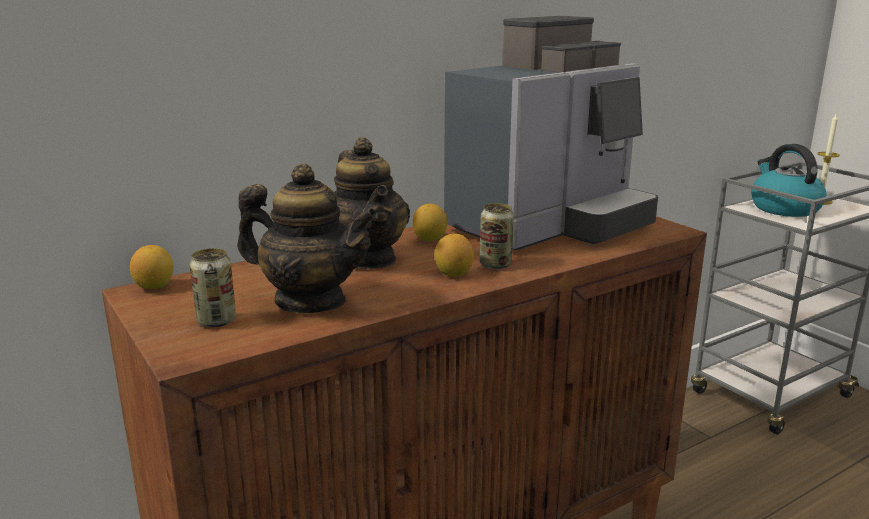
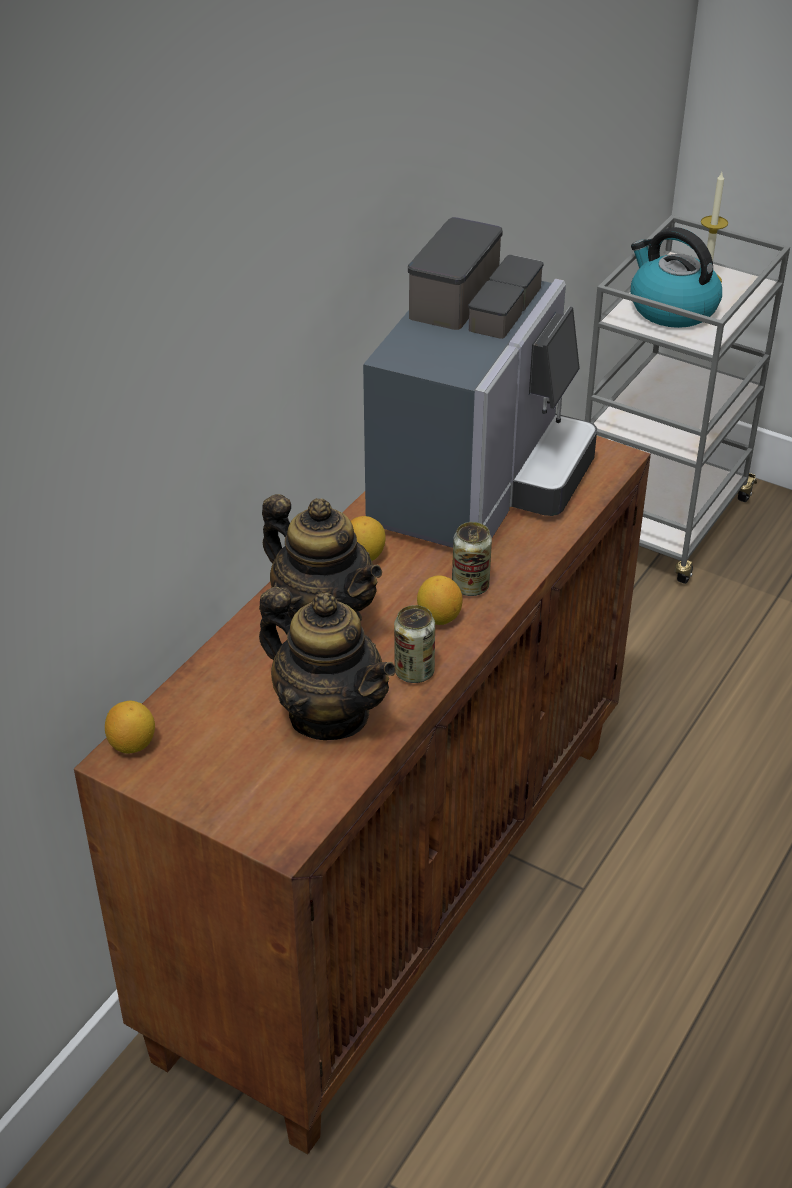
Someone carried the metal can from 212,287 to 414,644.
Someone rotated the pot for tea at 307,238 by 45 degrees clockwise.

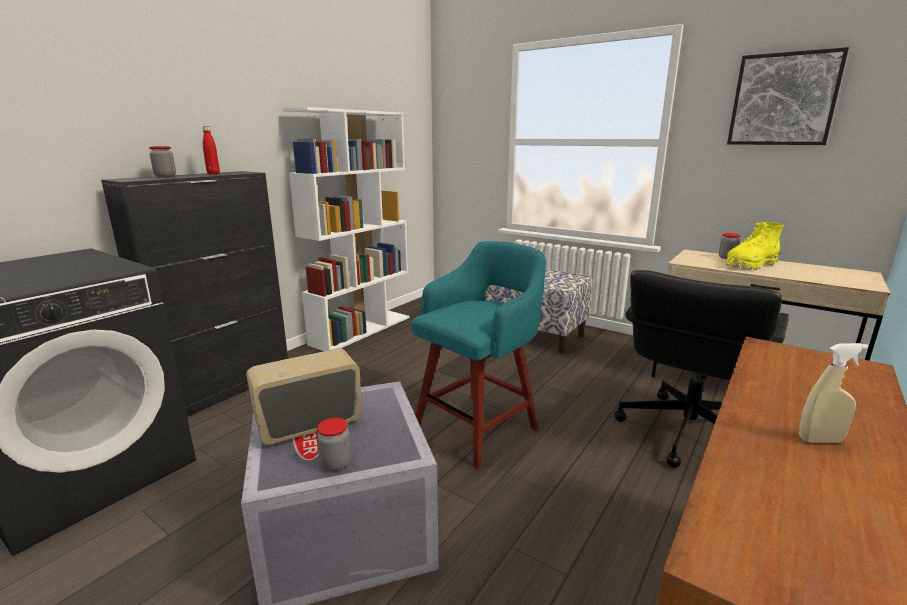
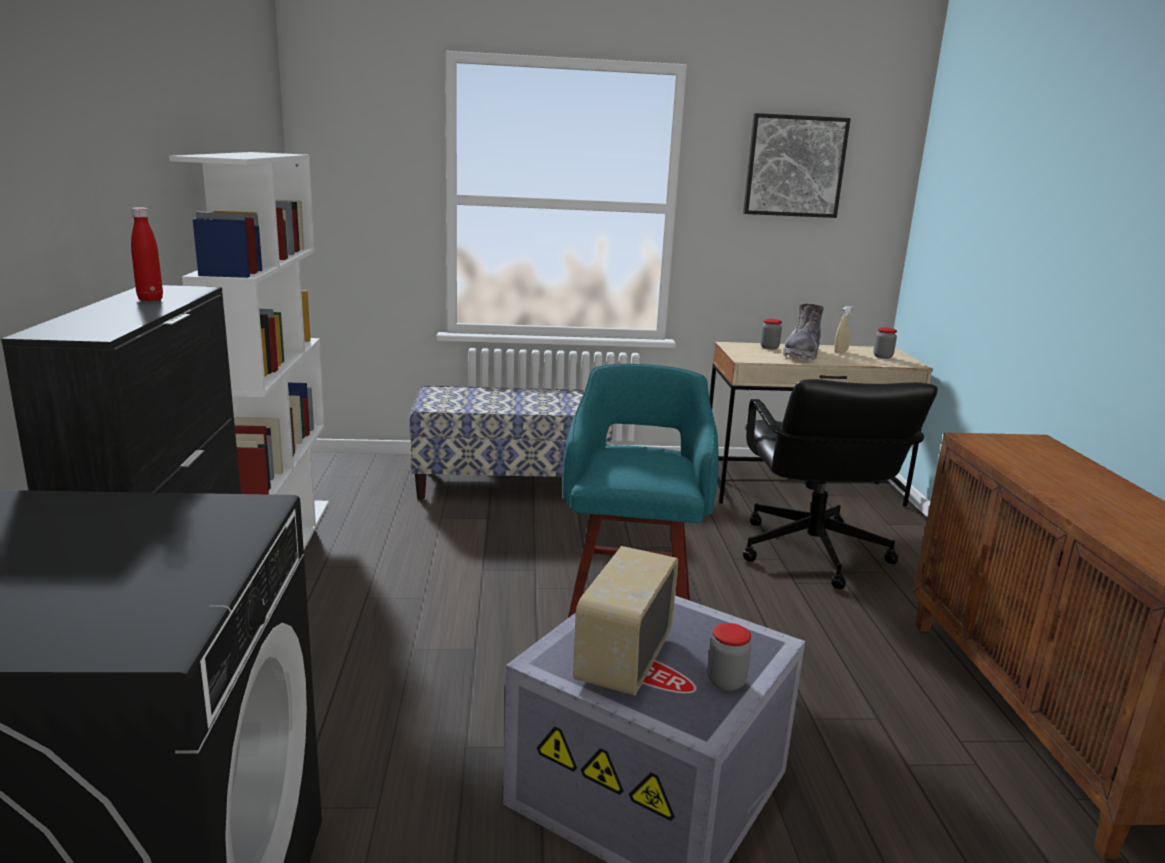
Someone carried the jar from 162,161 to 885,343.
Someone carried the sand-coloured spray bottle from 833,393 to 843,329.
Someone repainted the yellow tall boot at 754,246, which became the gray tall boot at 803,332.

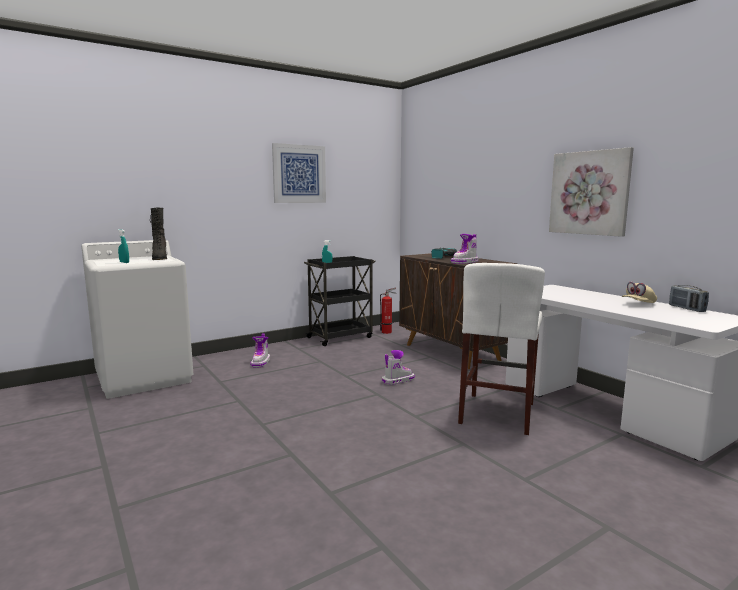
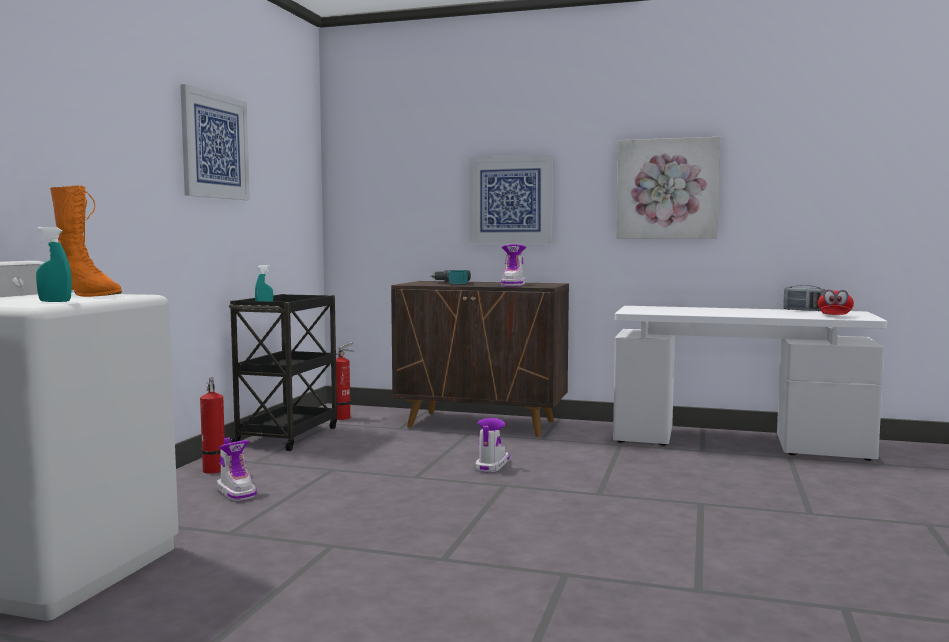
Someone took away the white stool seat at 501,349.
Someone took away the sand-coloured peaked cap at 639,292.
Someone put down the extinguisher at 212,425.
Someone put up the picture at 510,199.
Someone put down the reddish peaked cap at 836,302.
Someone repainted the blackish tall boot at 158,233, which became the orangey tall boot at 86,241.

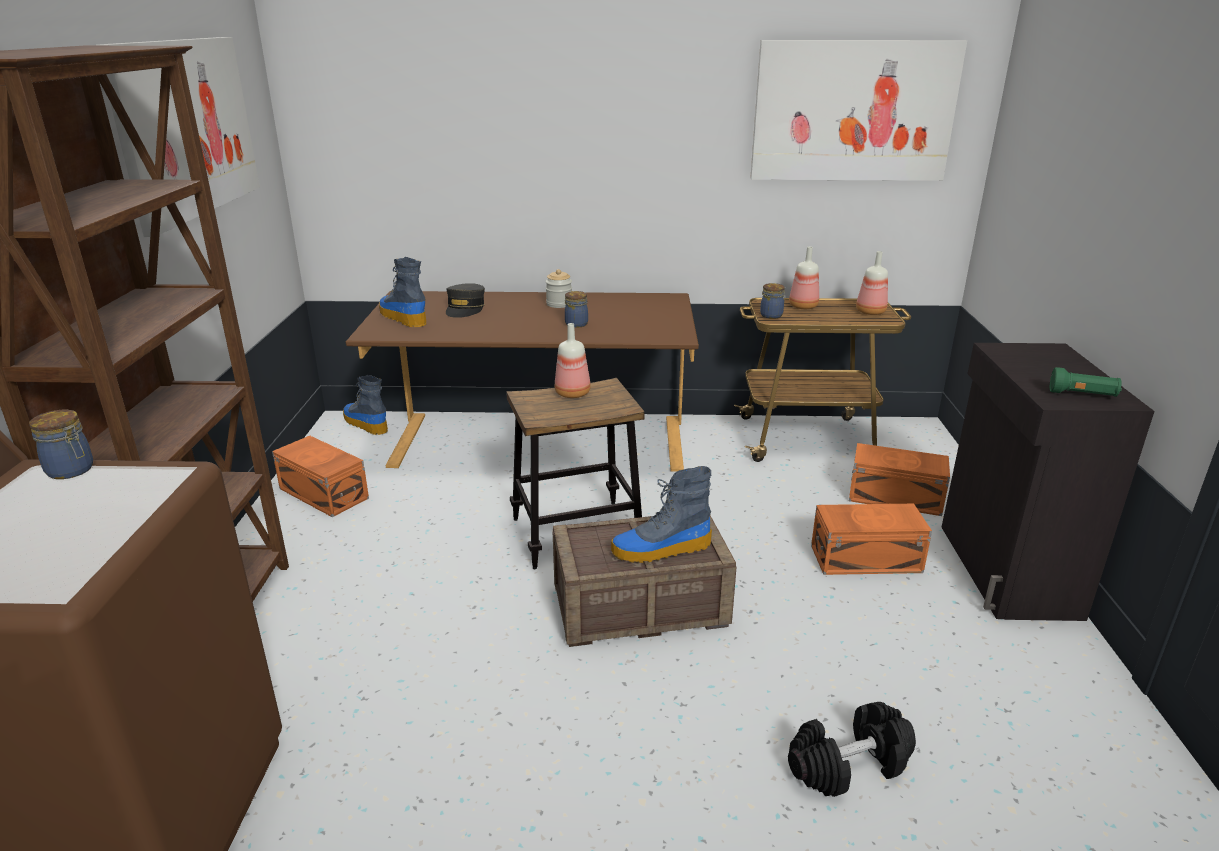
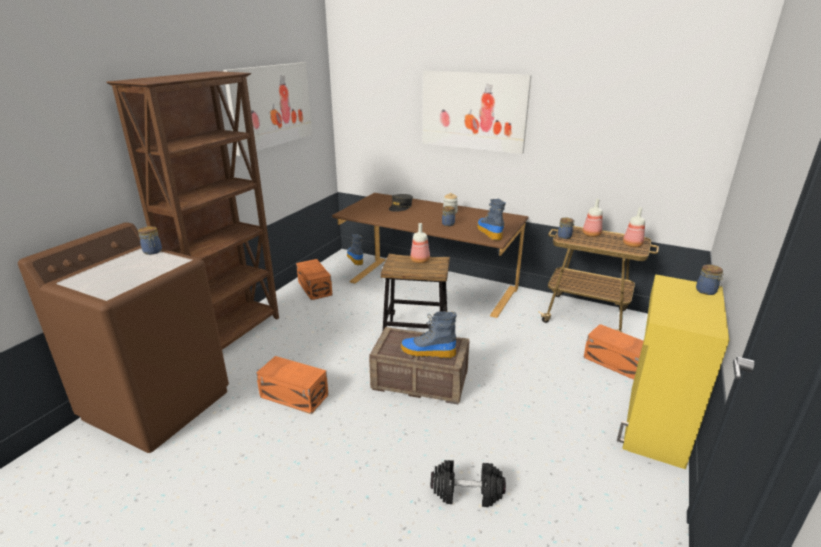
Someone took away the green flashlight at 1086,382.
Someone put down the jar at 710,279.
Someone carried the tall boot from 402,292 to 491,220.
Someone carried the picture from 858,110 to 477,112.
Someone carried the orangey storage container from 871,539 to 292,385.
Someone repainted the blackish storage cabinet at 1048,482, which became the yellow storage cabinet at 673,371.

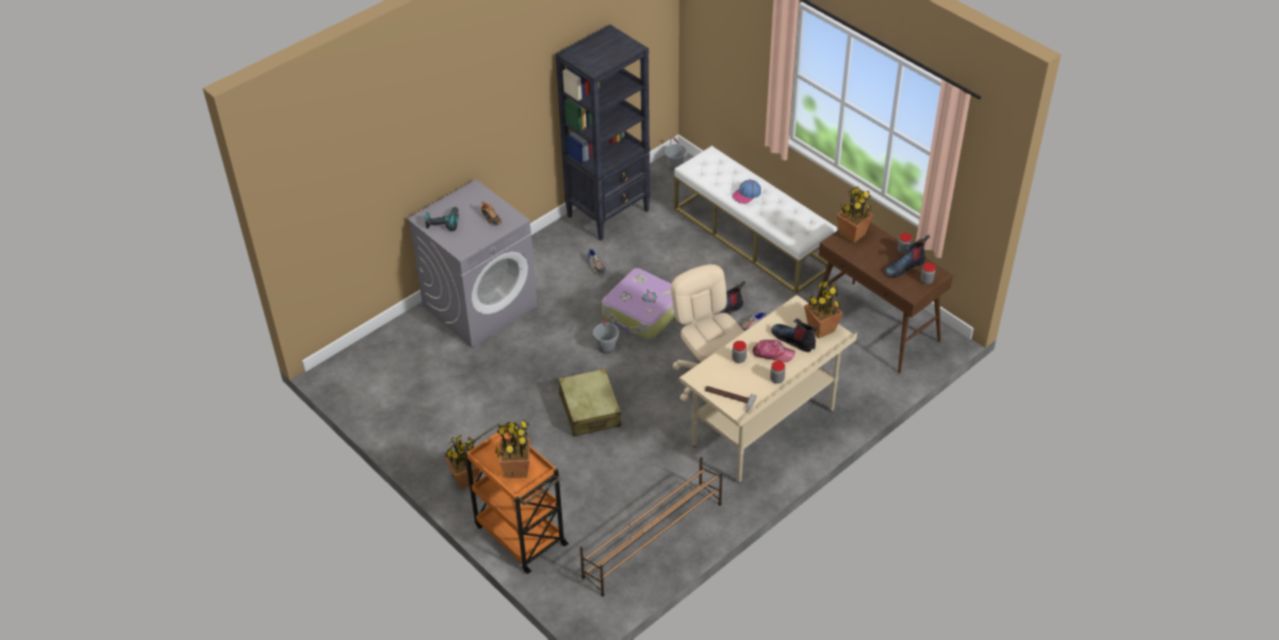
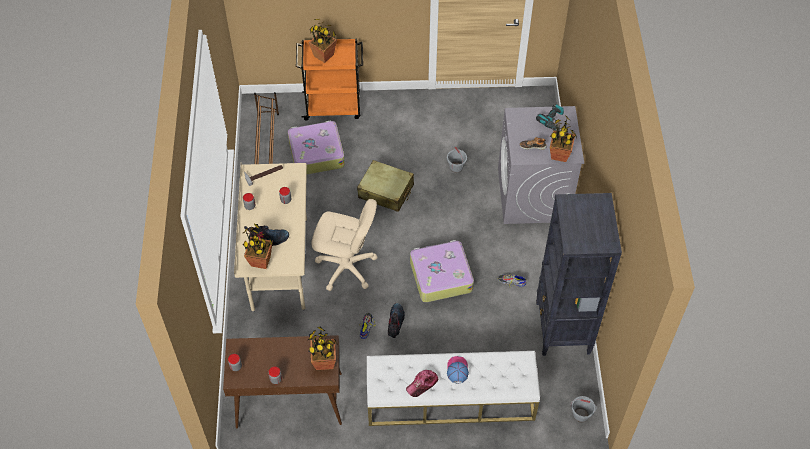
Someone took away the tall boot at 907,256.
Someone put down the suitcase at 316,147.
Someone carried the houseplant from 462,462 to 563,139.
Someone carried the gray water bucket from 606,334 to 457,159.
Someone carried the peaked cap from 774,351 to 422,383.

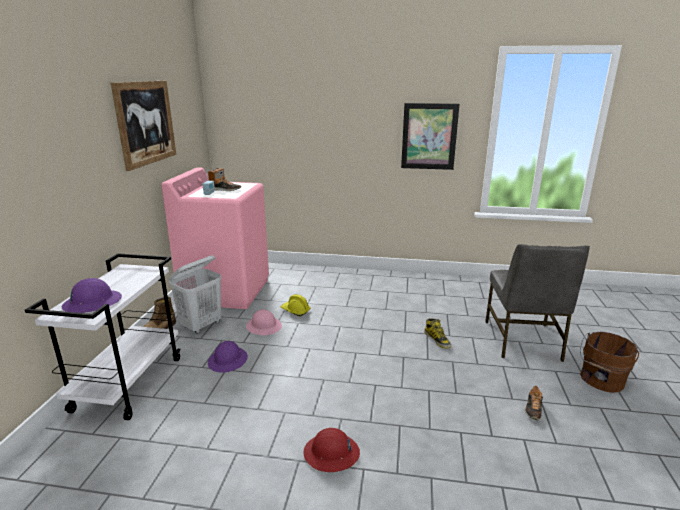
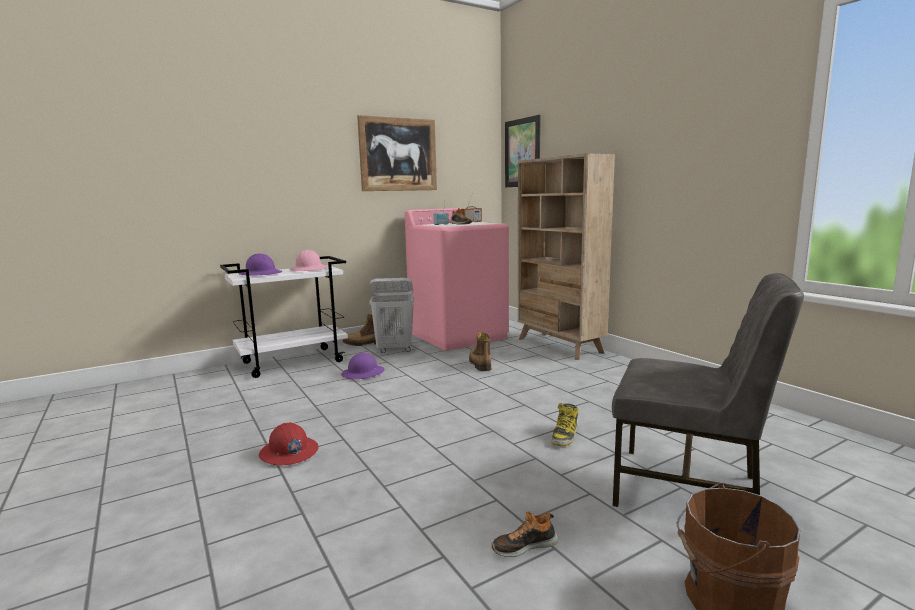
Someone put down the sand-coloured bookcase at 566,256.
Someone carried the pink-coloured safety helmet from 264,322 to 309,260.
Someone carried the picture from 430,136 to 523,151.
Someone swapped the yellow safety helmet at 296,305 for the tall boot at 480,351.
Someone rotated the gray plain chair at 537,303 by 120 degrees counterclockwise.

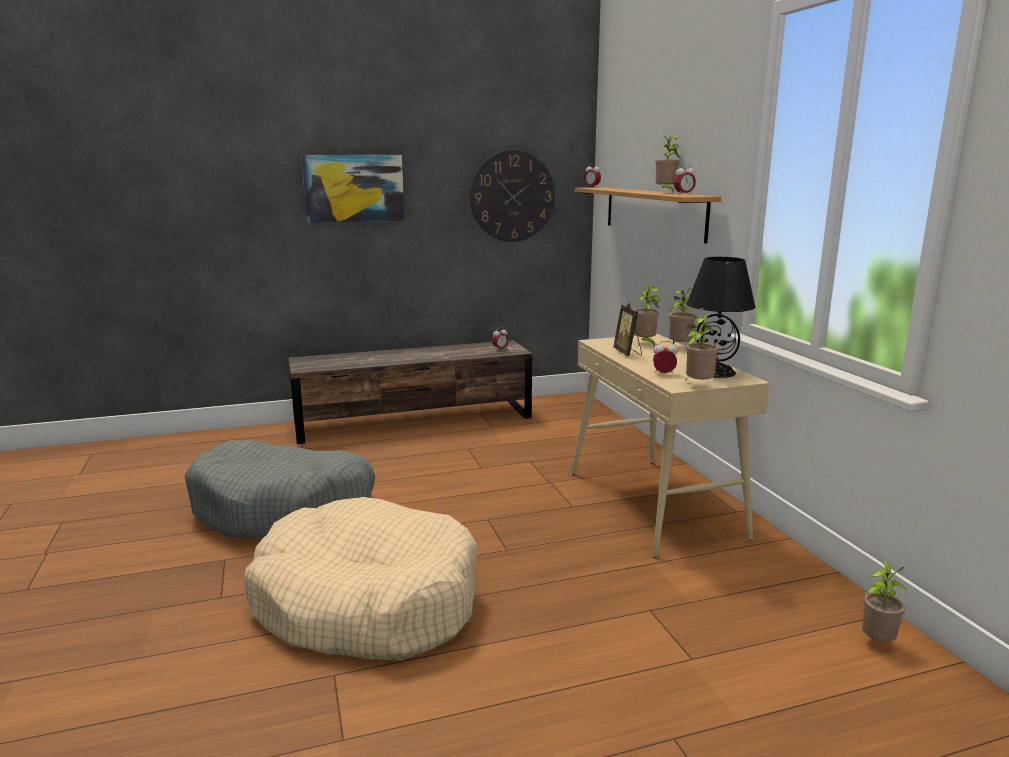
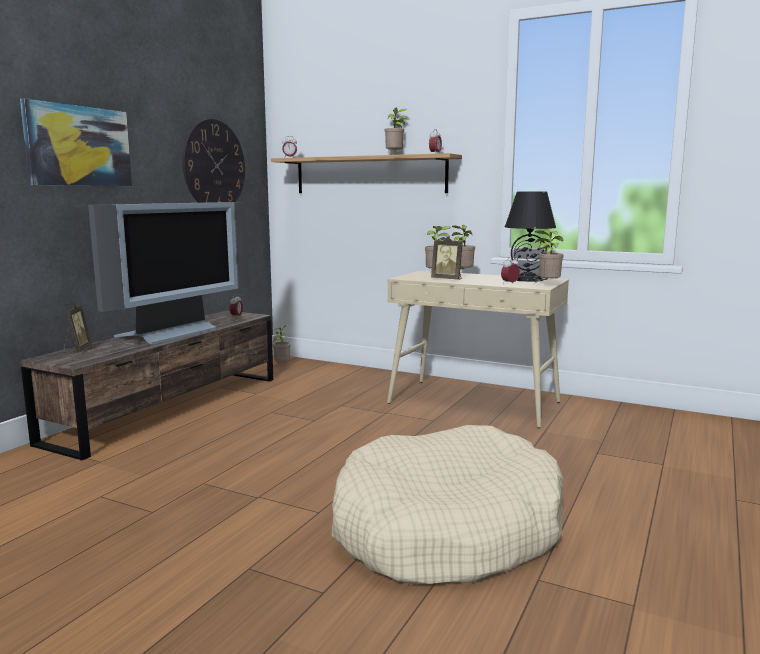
Someone took away the gray dog cushion at 279,489.
Someone put down the standing frame at 77,329.
Someone put down the TV at 169,273.
Someone carried the houseplant from 885,600 to 281,344.

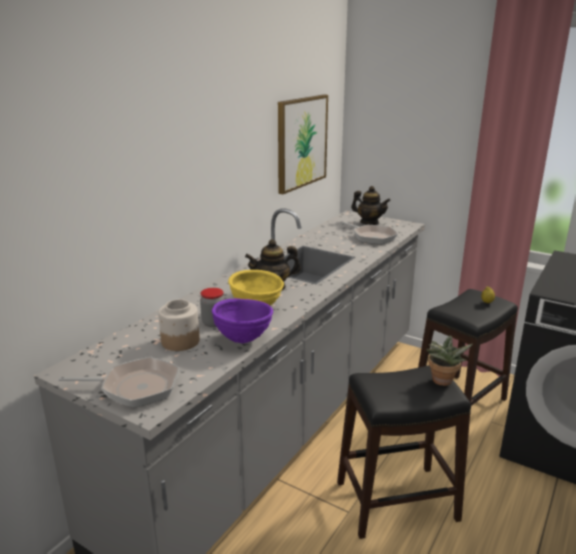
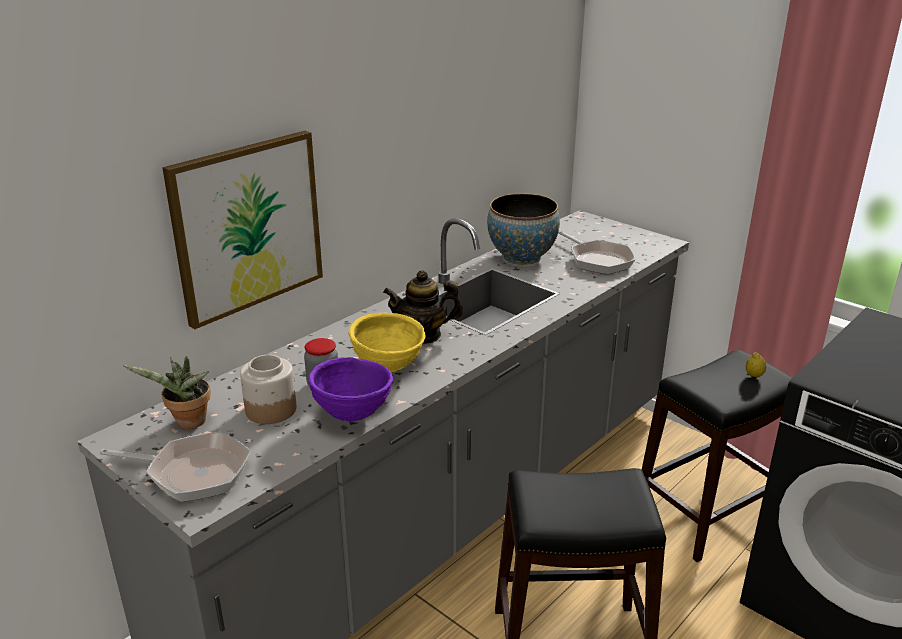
Someone took away the pot for tea at 370,205.
Someone put down the deep dish at 523,229.
Someone carried the picture from 303,144 to 242,230.
Someone carried the houseplant from 449,360 to 167,392.

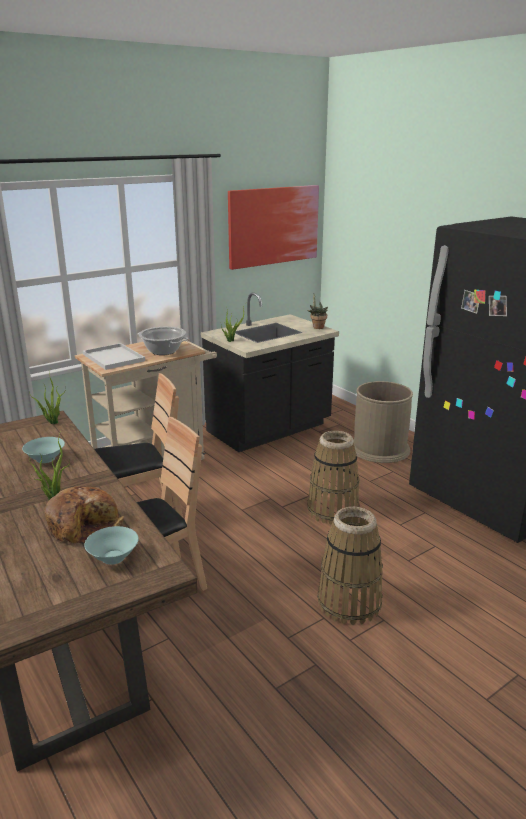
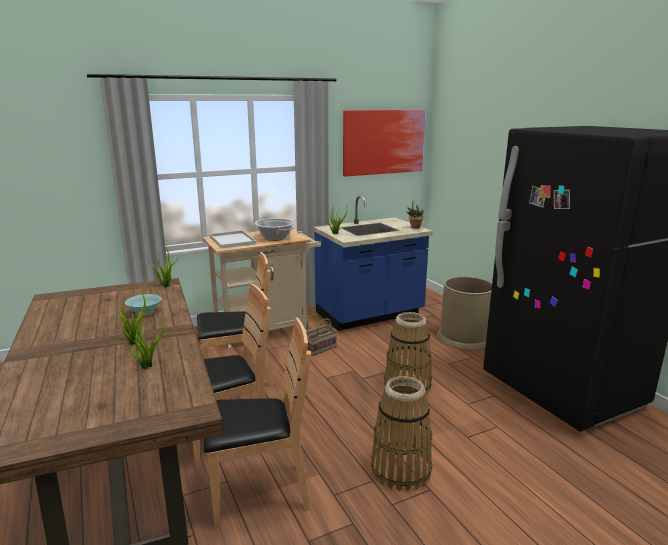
Someone took away the turquoise deep dish at 111,545.
Someone put down the brownish plain chair at 257,422.
Someone put down the household basket at 321,334.
Someone swapped the bakery bread at 85,515 for the houseplant at 148,337.
Someone repainted the blackish kitchen counter at 270,372, which became the blue kitchen counter at 373,263.

